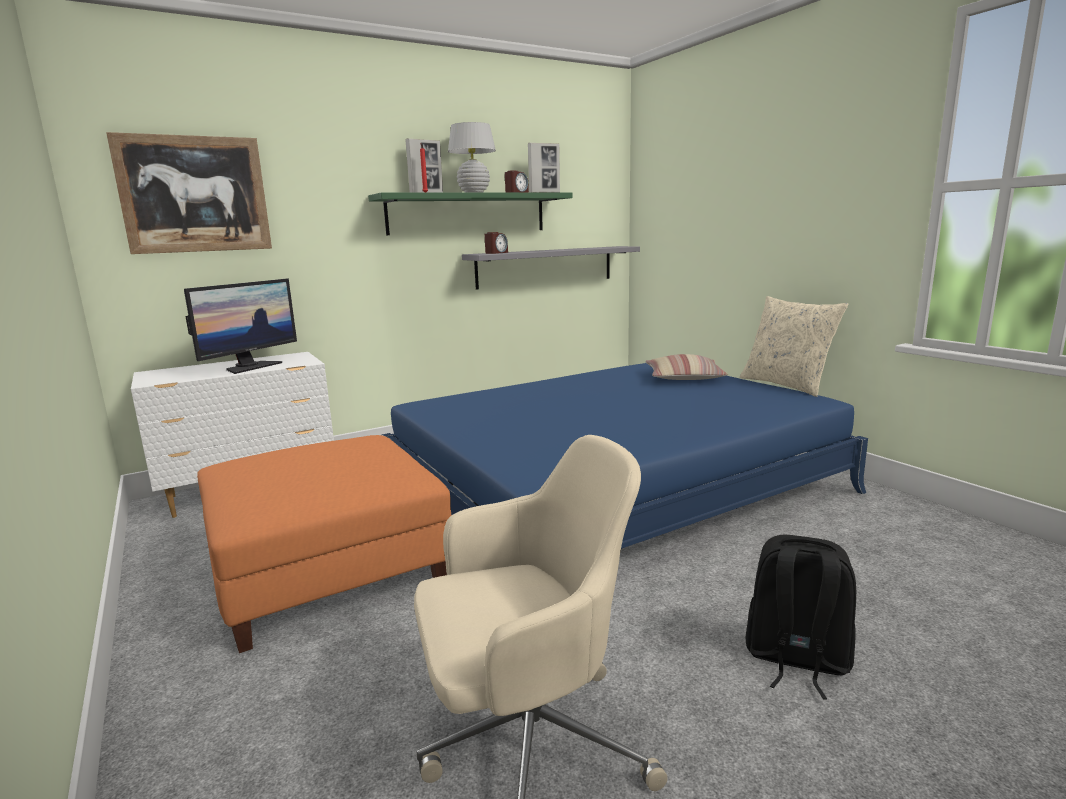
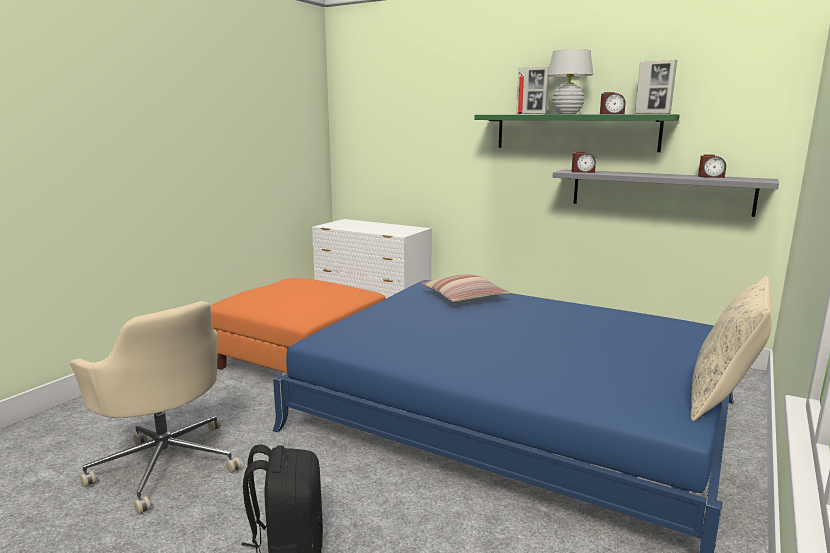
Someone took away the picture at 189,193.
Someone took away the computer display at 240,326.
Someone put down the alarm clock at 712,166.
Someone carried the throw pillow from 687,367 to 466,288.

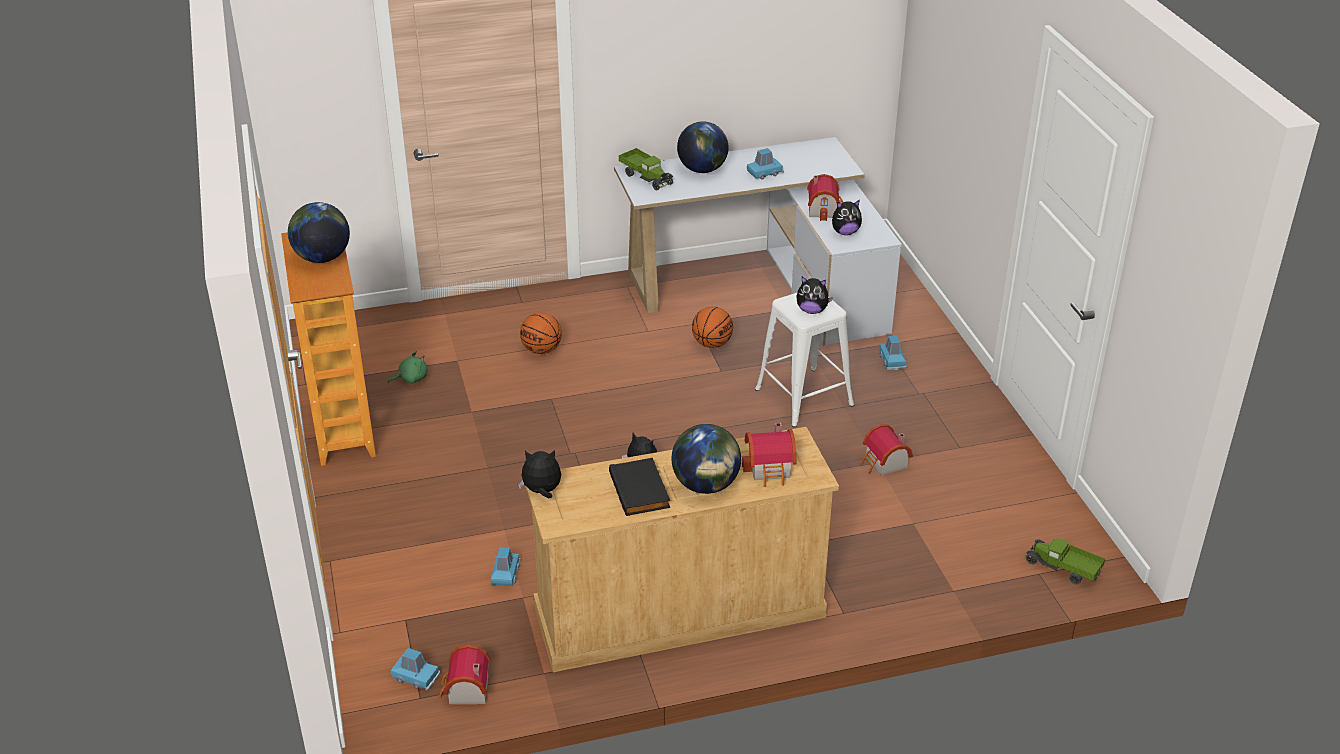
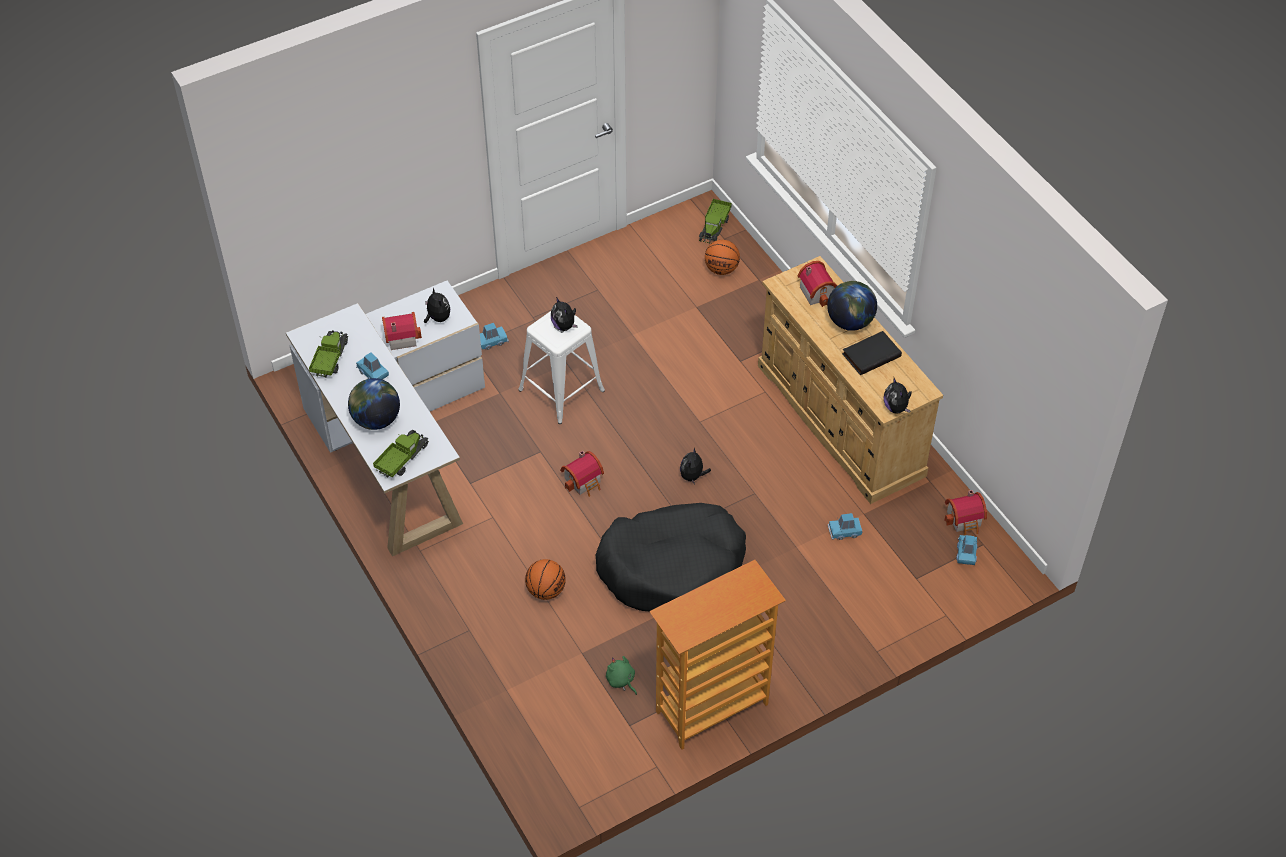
Someone took away the desk globe at 319,232.
Someone put down the toy truck at 328,354.
Someone put down the blackish dog cushion at 670,557.
Someone carried the basketball ball from 712,327 to 722,257.
Someone carried the model house from 887,450 to 582,474.
Someone rotated the plush toy at 814,295 by 150 degrees clockwise.

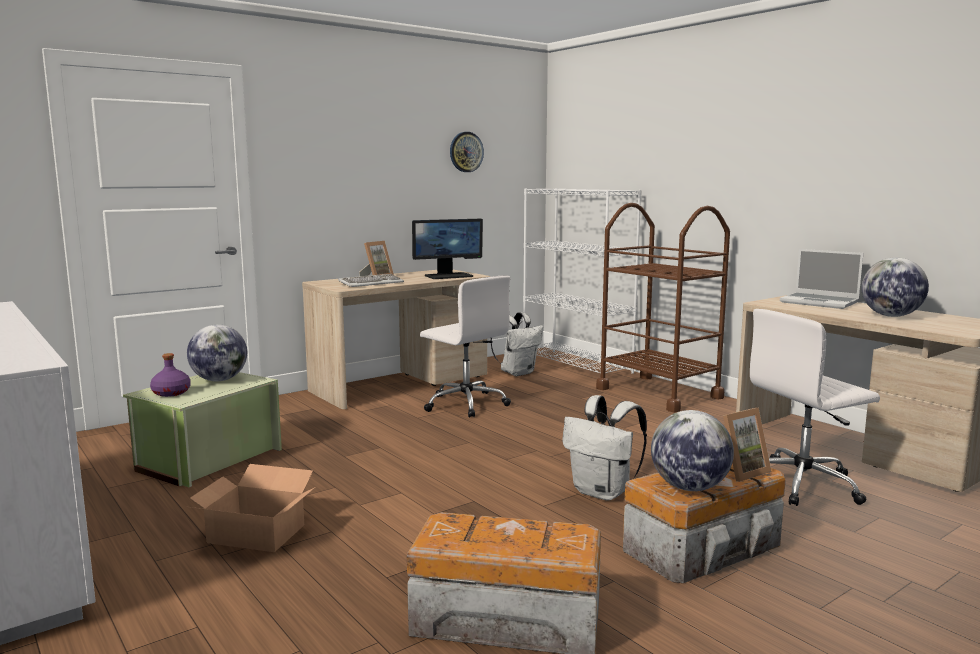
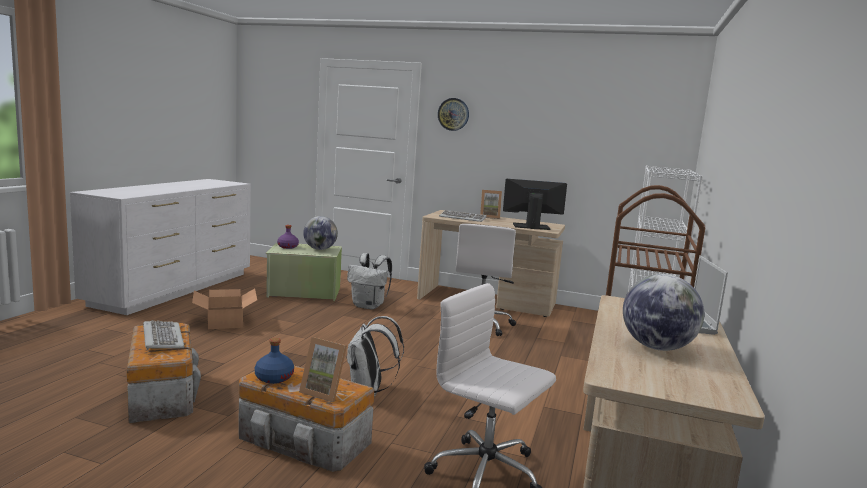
Someone put down the keyboard at 164,335.
Someone carried the wall clock from 467,152 to 453,114.
Someone carried the white rucksack from 517,344 to 369,281.
Someone swapped the desk globe at 692,450 for the blue bottle at 274,361.
Someone rotated the computer display at 447,249 by 150 degrees clockwise.

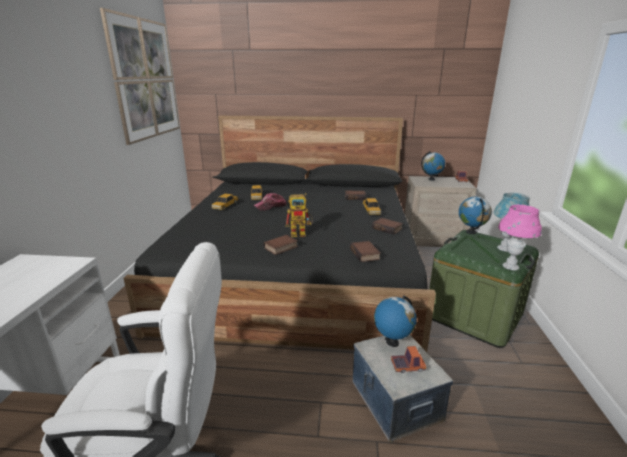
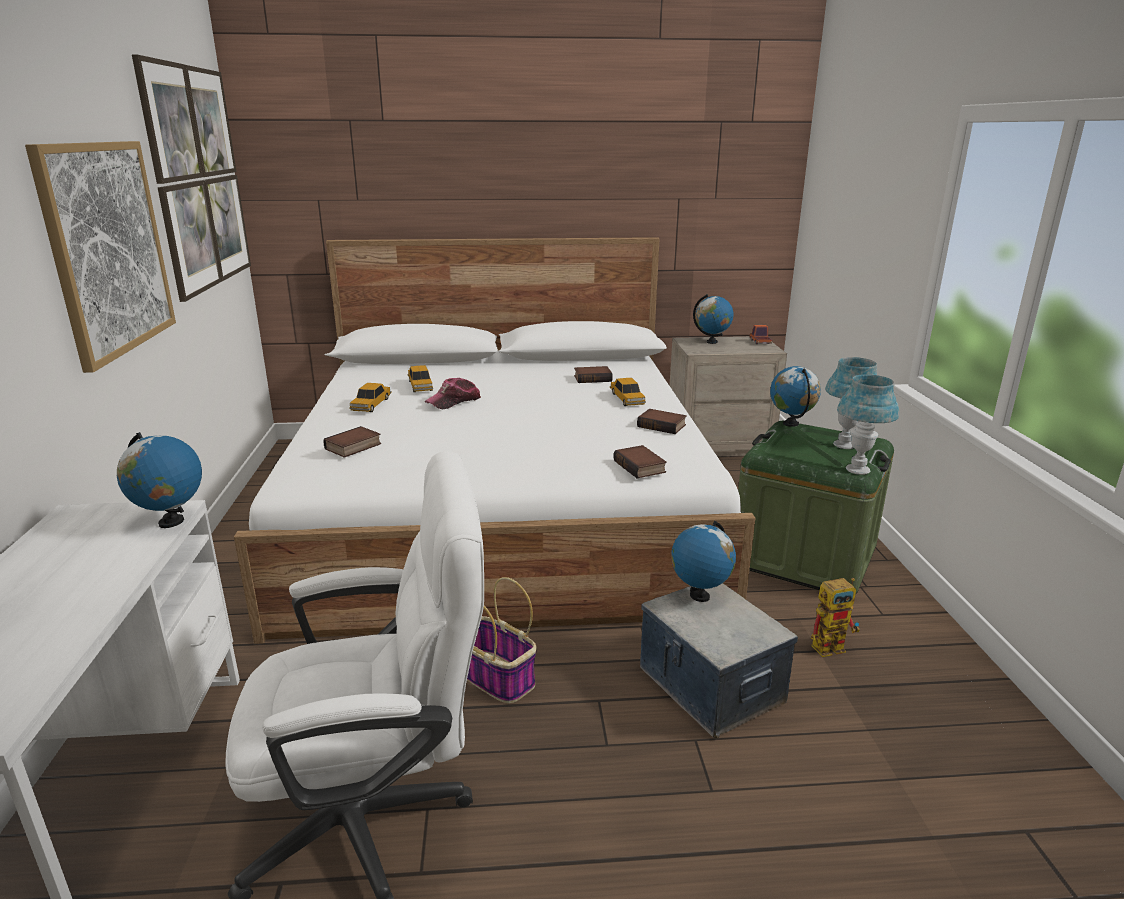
Someone took away the toy truck at 408,359.
Someone put up the picture at 100,257.
Someone put down the desk globe at 159,480.
Someone put down the household basket at 502,640.
Someone carried the volume from 280,245 to 352,442.
Someone carried the model robot from 299,215 to 835,617.
Someone repainted the blackish bed at 280,234, which became the white bed at 494,440.
Someone repainted the pink-coloured table lamp at 520,238, which became the blue table lamp at 868,424.

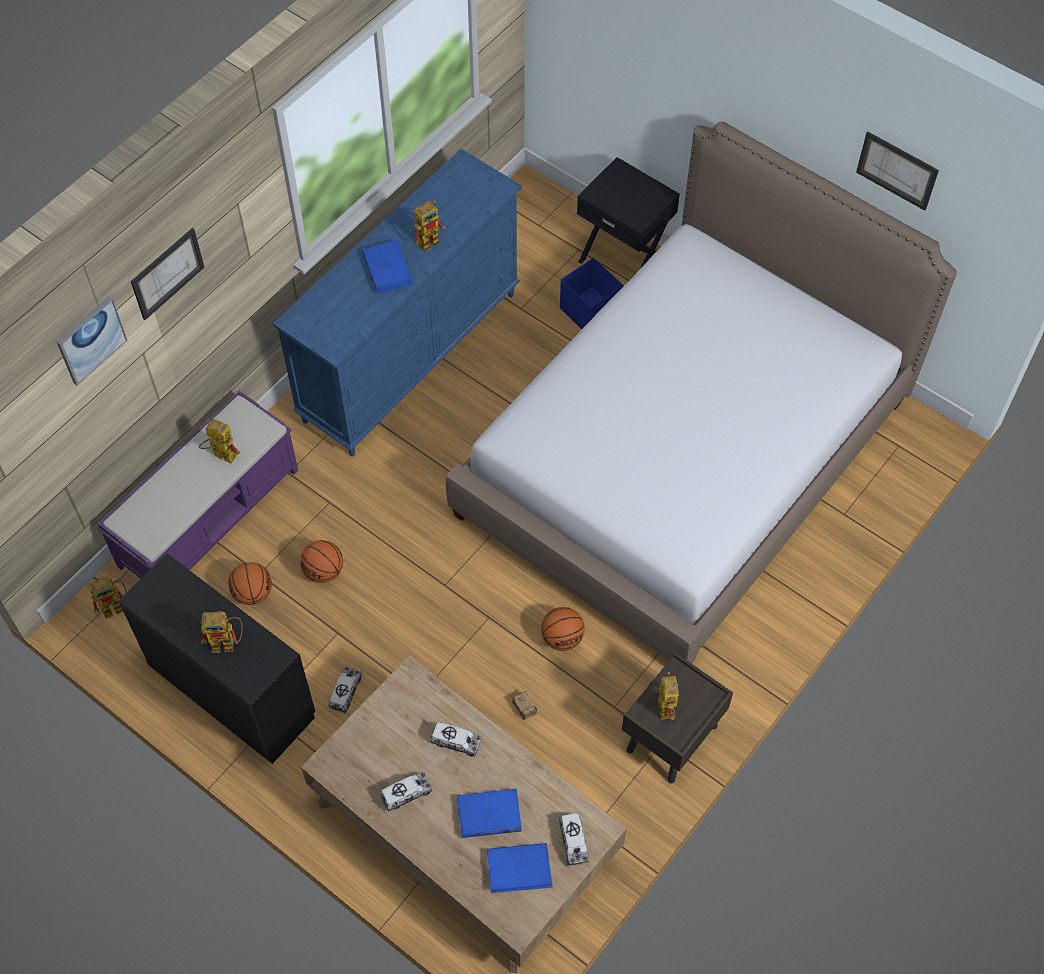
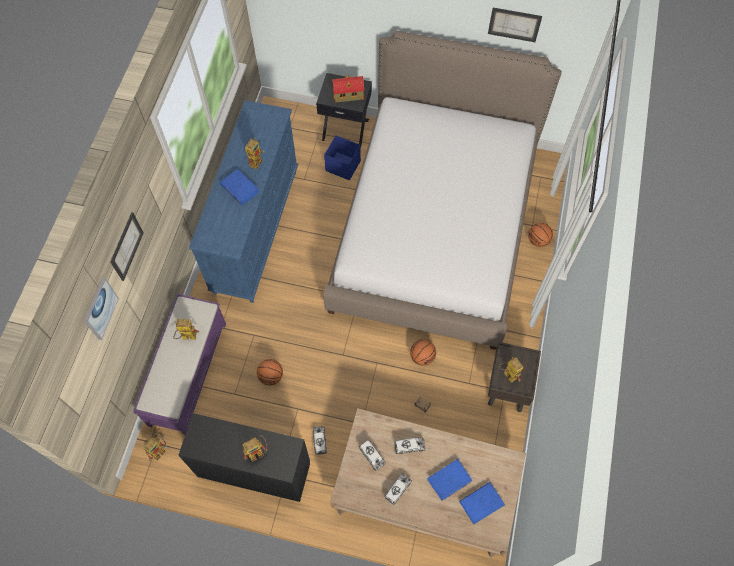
Someone put down the model house at 348,89.
Someone carried the basketball ball from 250,583 to 540,235.
Someone carried the toy truck from 574,839 to 372,455.

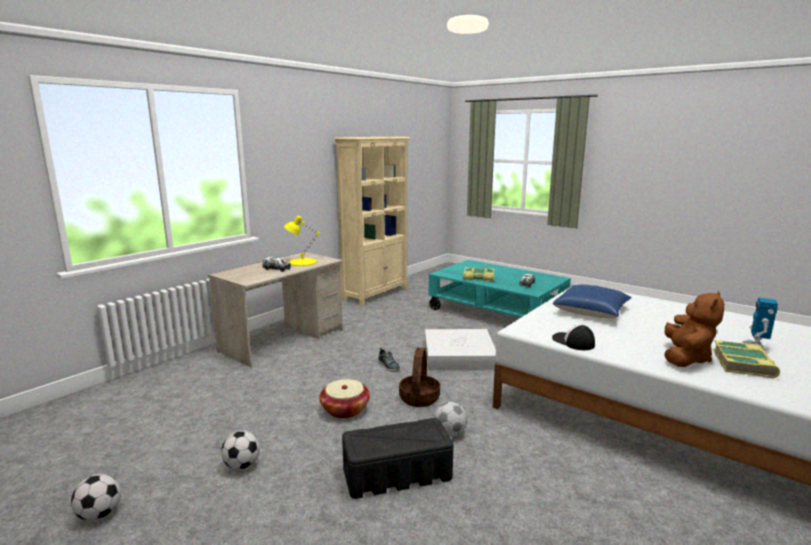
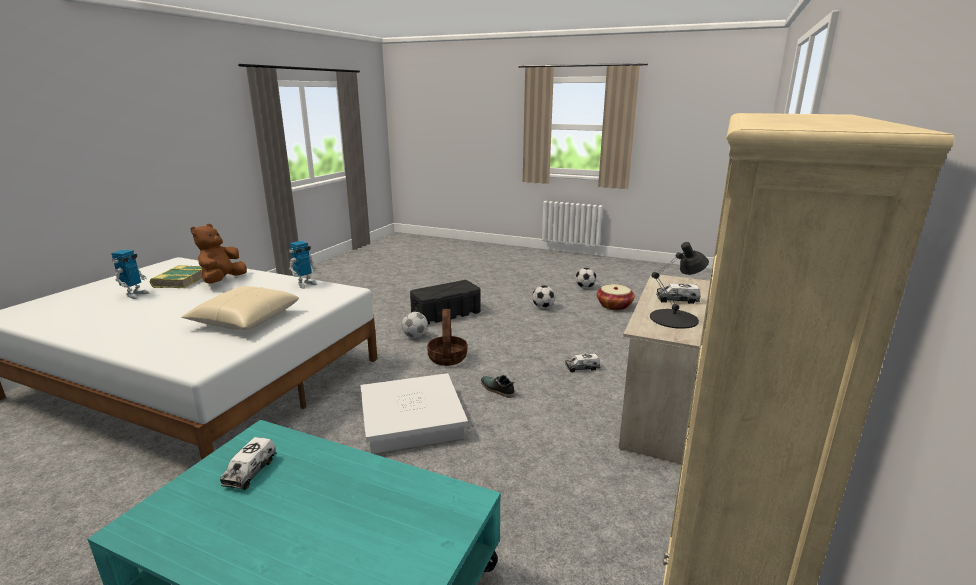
Someone took away the volume at 479,274.
Someone put down the toy truck at 582,362.
Someone carried the household basket from 344,398 to 616,297.
Someone swapped the peaked cap at 573,337 for the model robot at 303,265.
Someone repainted the yellow table lamp at 302,241, which became the blackish table lamp at 679,285.
Someone repainted the blue throw pillow at 592,301, which became the sand-coloured throw pillow at 240,308.

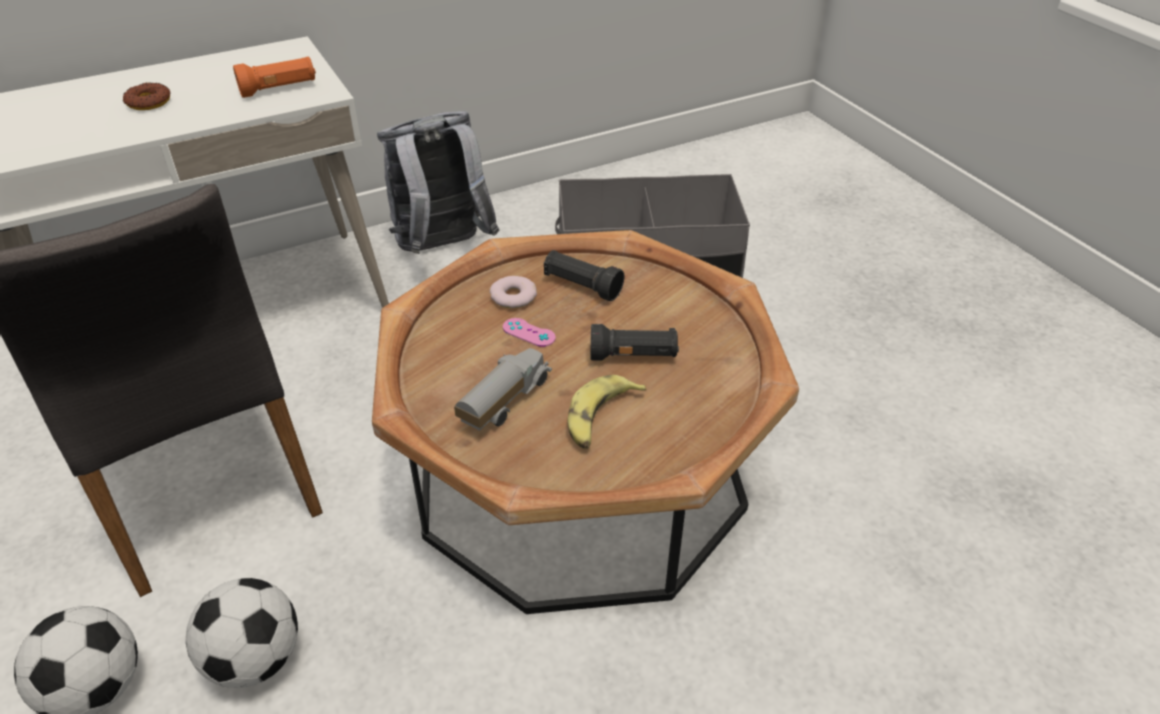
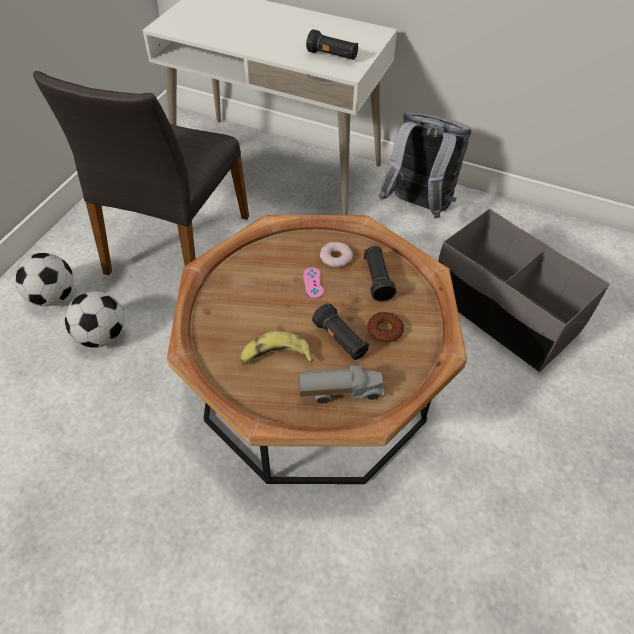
Someone carried the ring doughnut from 146,96 to 386,327.
Someone carried the toy truck from 503,389 to 341,384.
Someone repainted the orangey flashlight at 274,77, which became the blackish flashlight at 332,44.

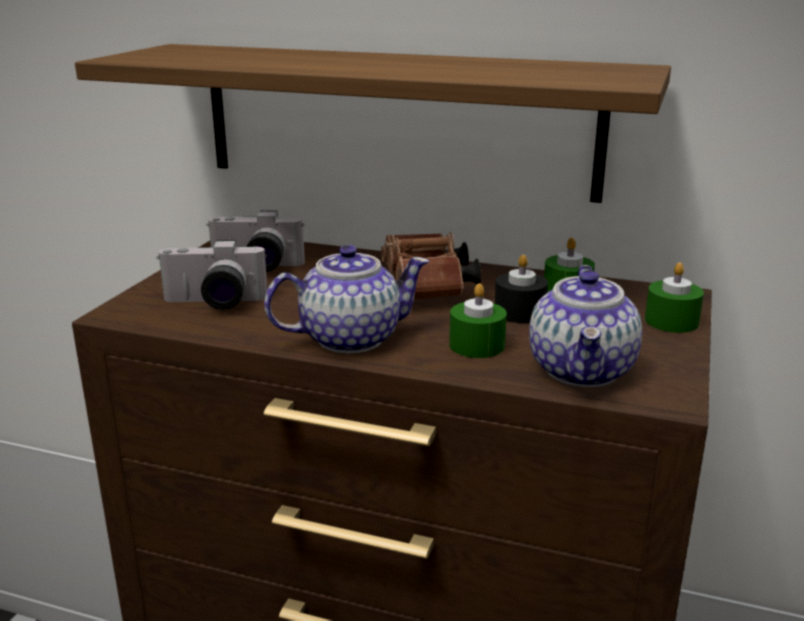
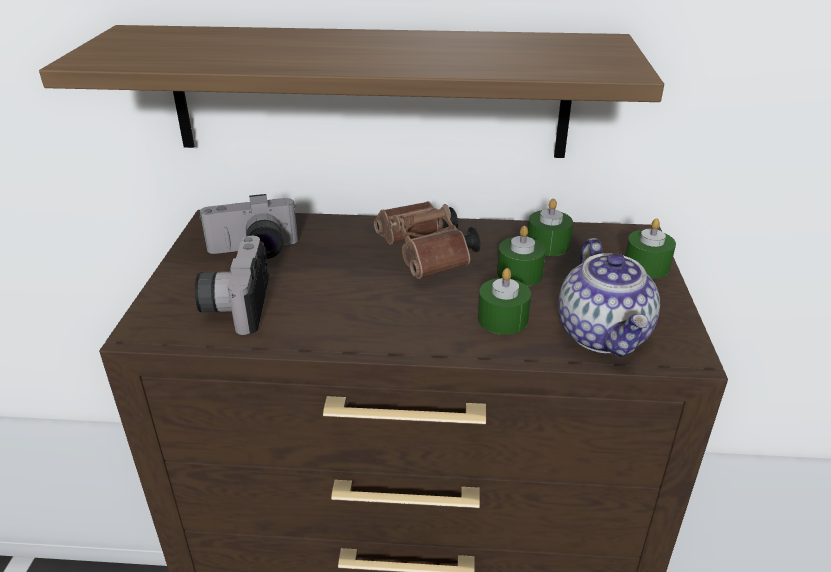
Someone took away the pot for tea at 347,299.
Someone repainted the blackish wax light at 521,289, which became the green wax light at 521,256.
Someone rotated the photo camera at 212,275 by 105 degrees clockwise.

